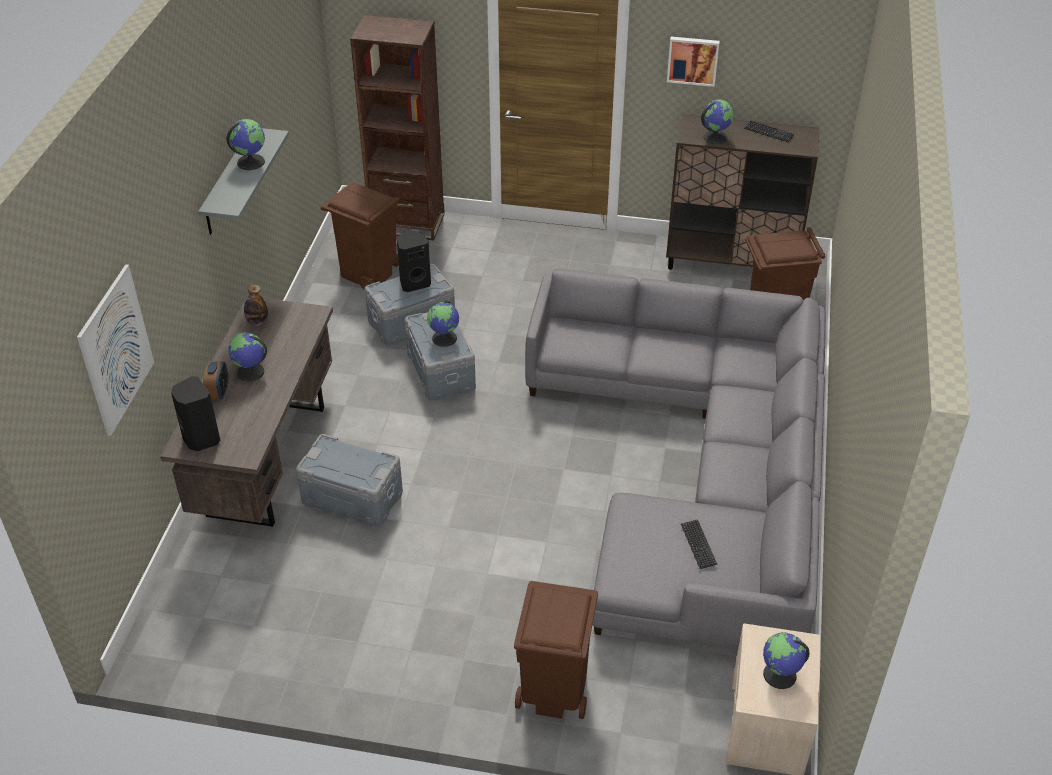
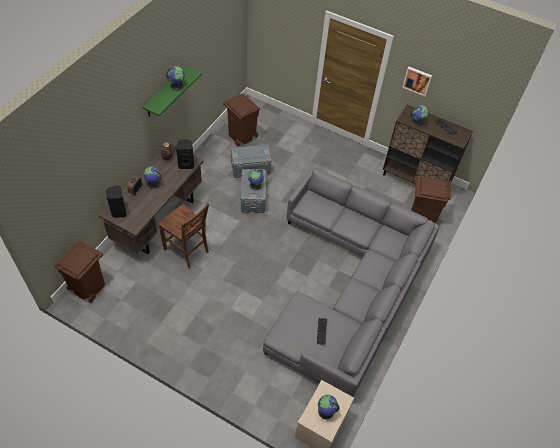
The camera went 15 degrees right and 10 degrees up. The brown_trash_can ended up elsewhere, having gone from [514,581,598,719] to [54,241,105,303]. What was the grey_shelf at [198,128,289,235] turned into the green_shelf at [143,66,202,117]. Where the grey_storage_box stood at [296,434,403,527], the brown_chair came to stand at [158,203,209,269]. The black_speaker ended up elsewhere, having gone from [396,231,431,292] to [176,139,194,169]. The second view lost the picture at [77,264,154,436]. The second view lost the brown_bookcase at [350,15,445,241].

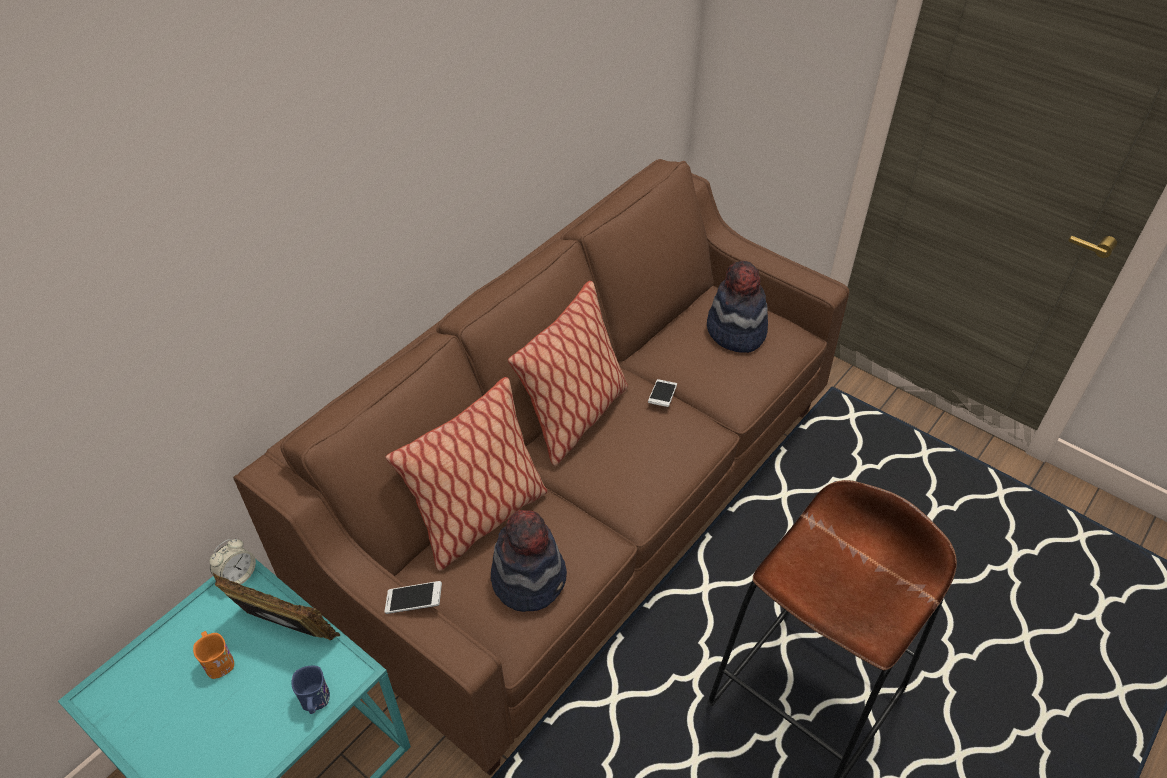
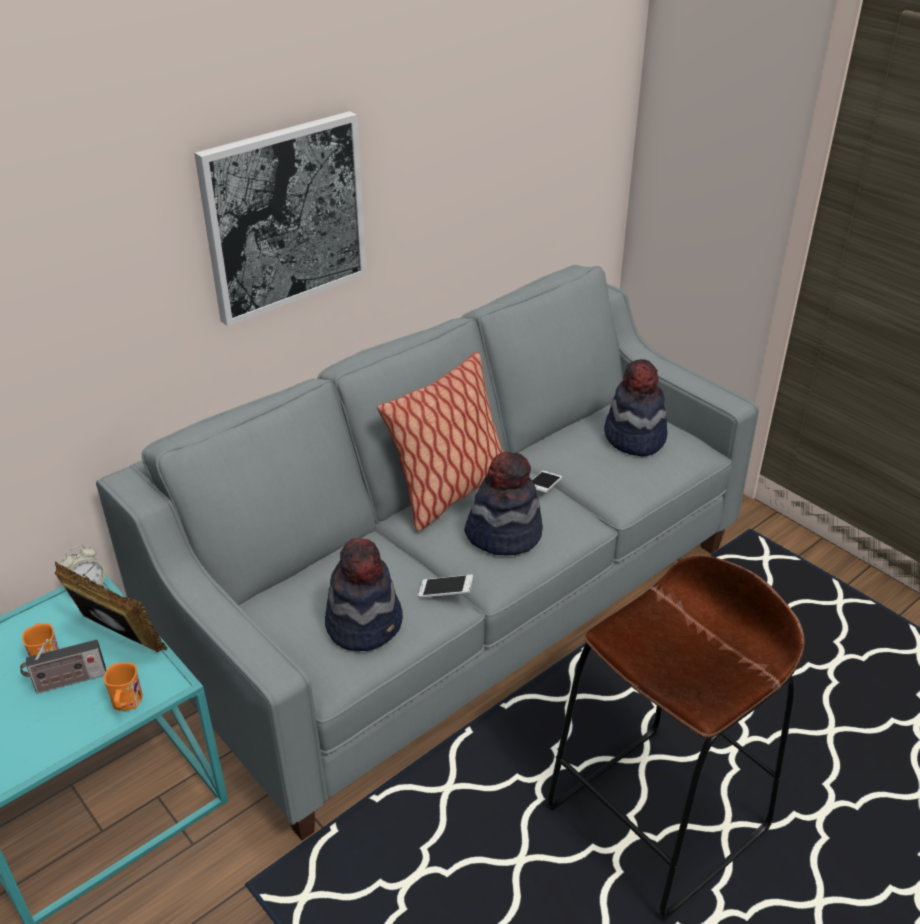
The camera went 10 degrees right and 10 degrees down. The second view gained the radio at [20,639,106,694]. What was the brown_sofa at [233,159,850,775] turned into the grey_sofa at [96,265,759,840]. What was the blue_mug at [291,666,330,714] turned into the orange_mug at [104,662,143,711]. The second view gained the picture at [194,111,367,326]. The phone ended up elsewhere, having gone from [384,581,442,614] to [418,575,473,598]. The second view gained the hat at [464,452,543,555]. The second view lost the pillow at [386,377,548,571].

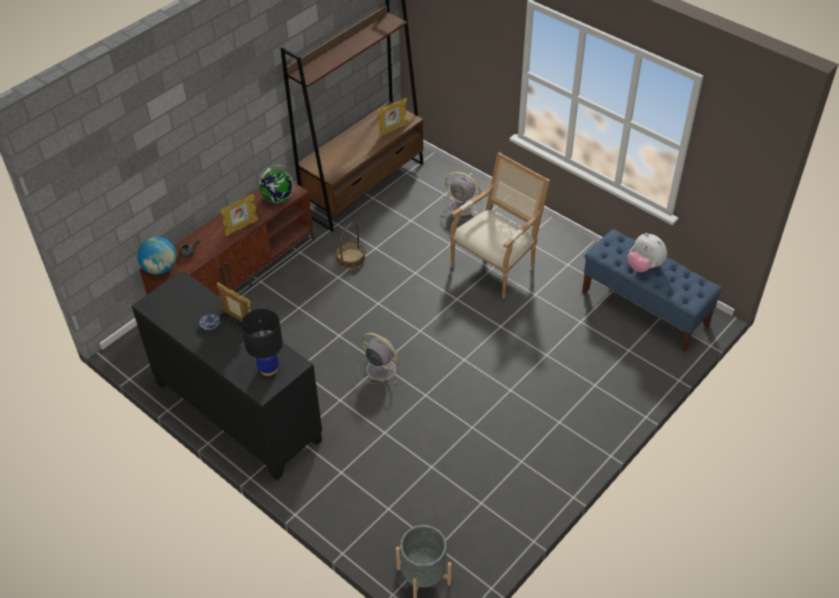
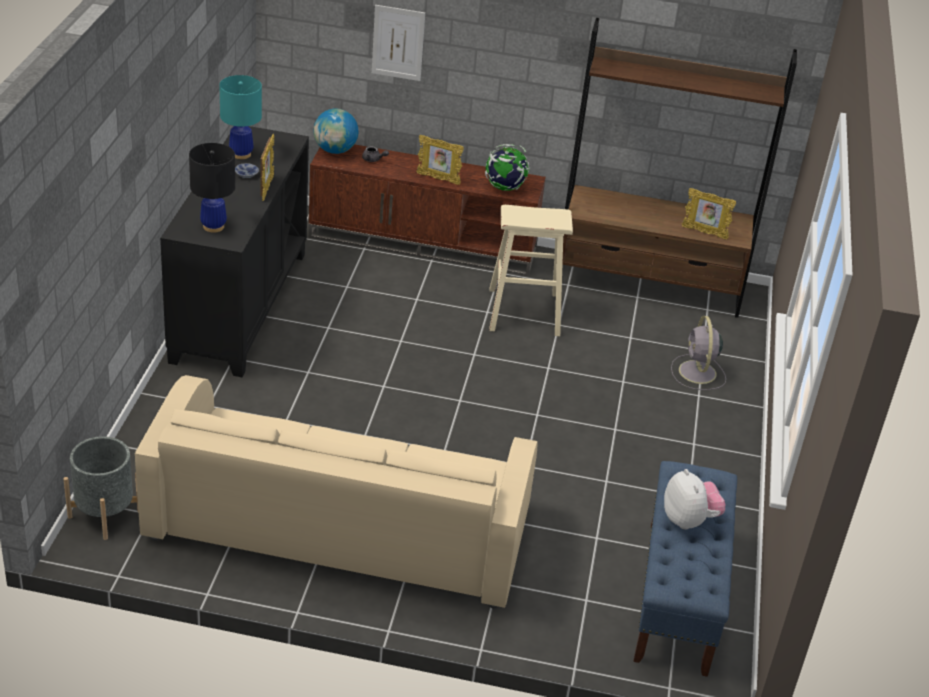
The camera went 55 degrees right and 10 degrees down. The second view gained the beige_sofa at [135,375,538,609]. The second view gained the turquoise_table_lamp at [220,75,262,159]. The second view gained the picture at [372,5,425,81]. Where the basket stood at [336,222,365,269], the beige_stool came to stand at [489,205,573,336]. The plush_toy at [628,233,667,272] ended up facing another way, 150 degrees clockwise from before. The second view lost the grey_fan at [358,333,403,385]. The second view lost the armchair at [450,152,550,299].

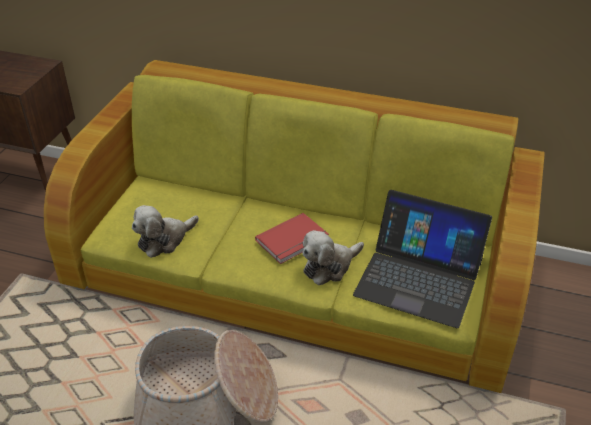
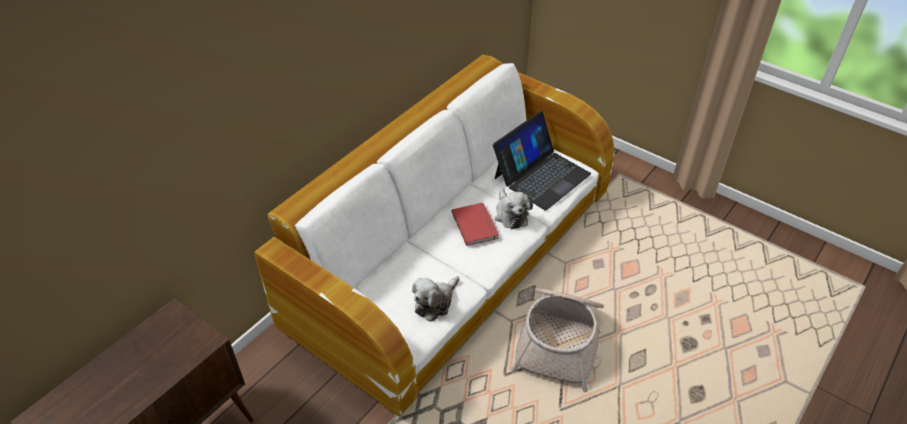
The camera went 70 degrees left and 5 degrees up. What was the green_sofa at [44,60,545,393] turned into the white_sofa at [254,55,615,417]. The plush_toy at [132,205,199,258] ended up facing another way, 60 degrees clockwise from before.

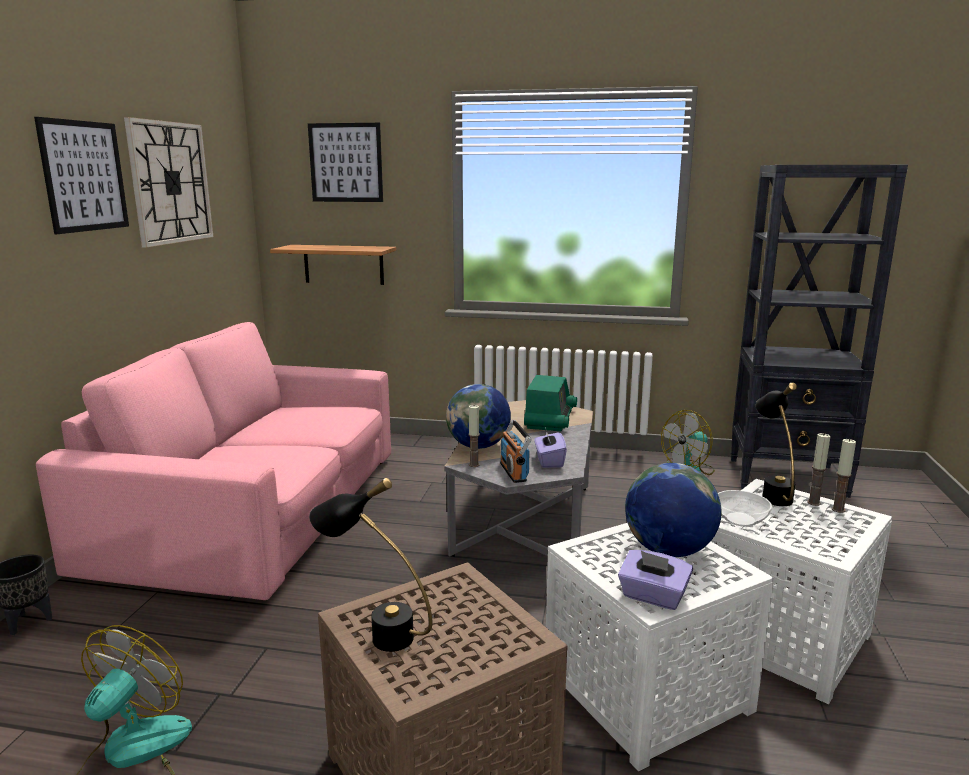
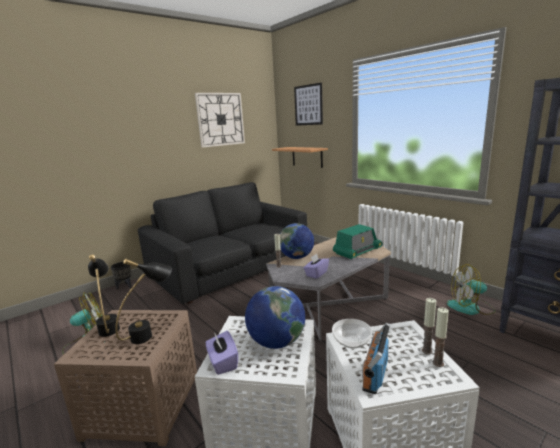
The camera went 40 degrees right and 0 degrees up. The black_table_lamp ended up elsewhere, having gone from [756,382,797,506] to [115,259,172,344]. What was the pink_sofa at [36,322,391,600] turned into the black_sofa at [138,182,307,304]. The radio ended up elsewhere, having gone from [500,420,532,483] to [362,322,390,394]. The second view lost the picture at [34,117,129,234].

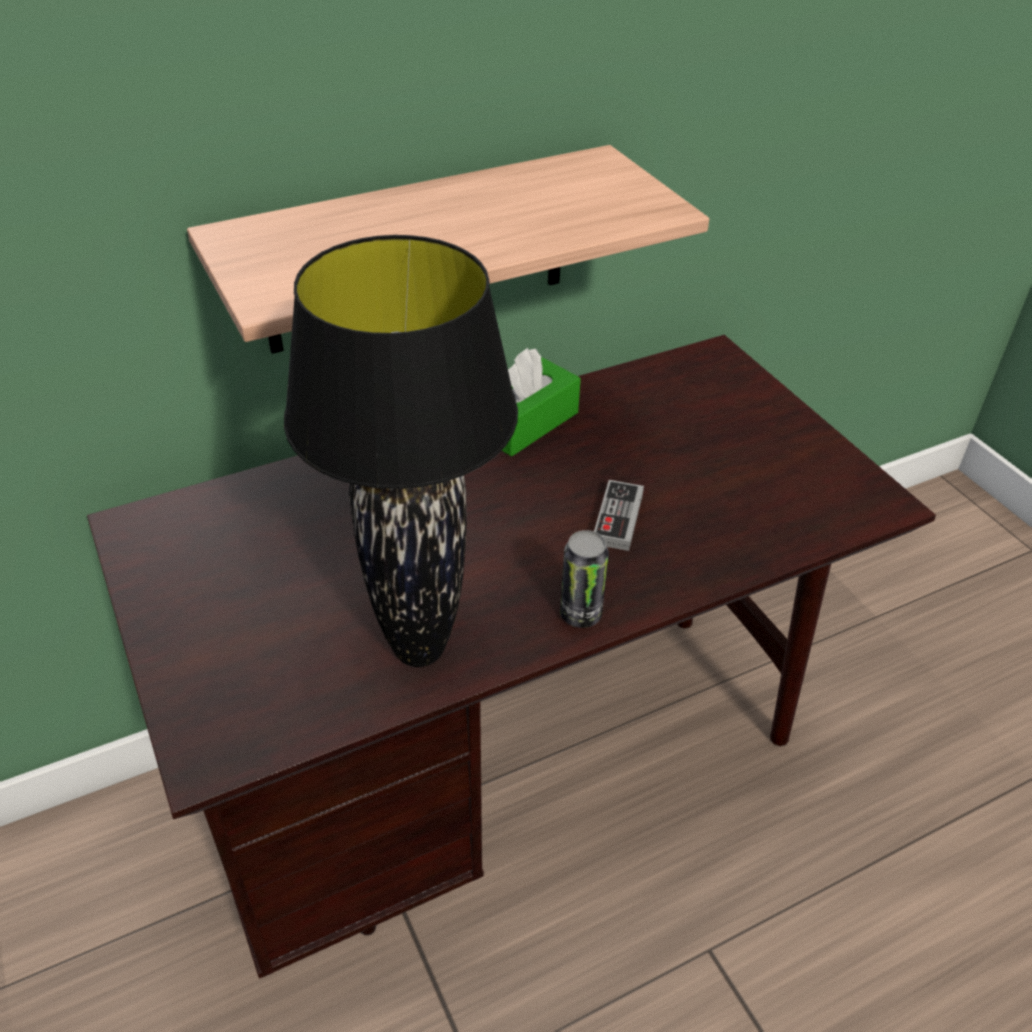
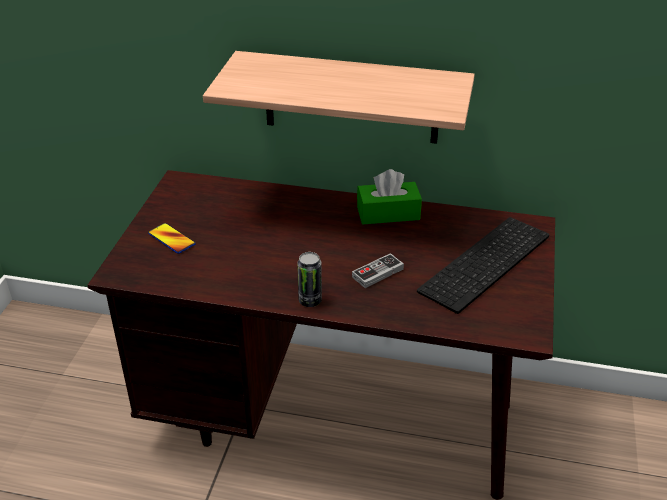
The camera went 40 degrees right and 5 degrees down. The second view gained the phone at [148,223,196,254]. The second view gained the keyboard at [417,217,549,314]. The second view lost the black_table_lamp at [284,235,518,667].

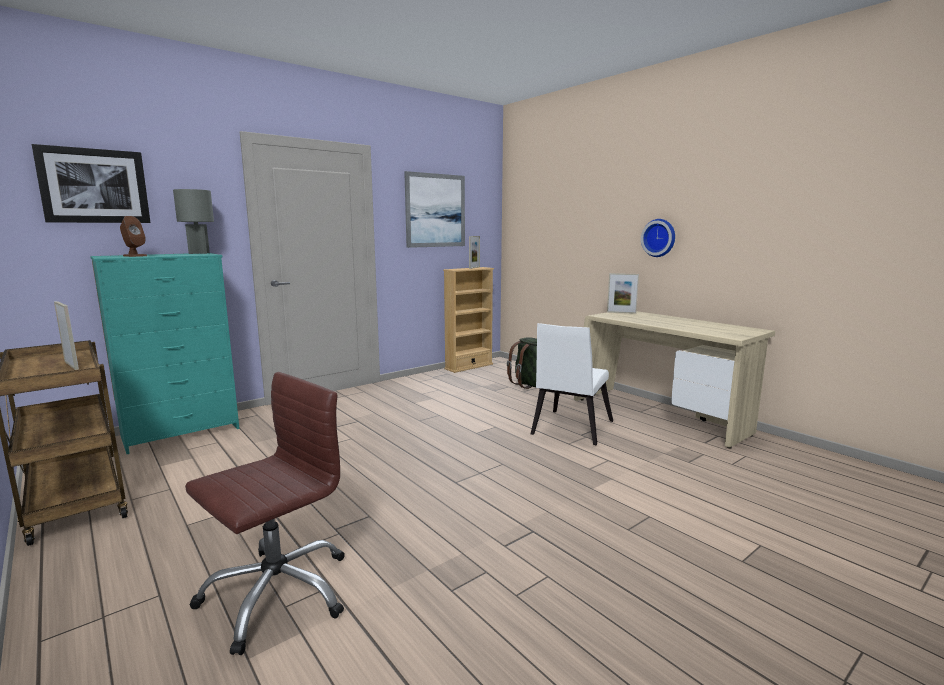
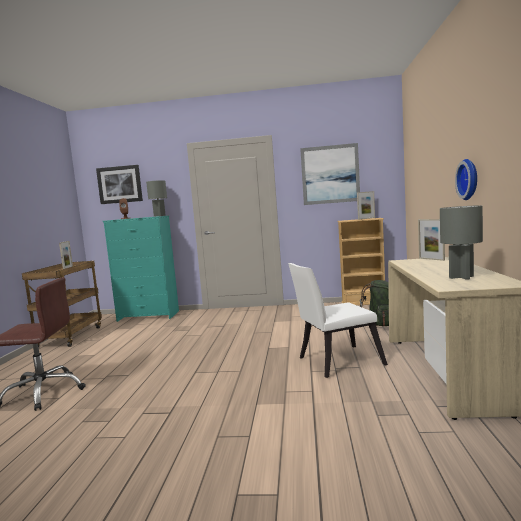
The camera went 45 degrees right and 5 degrees down. The second view gained the grey_table_lamp at [440,205,483,280].

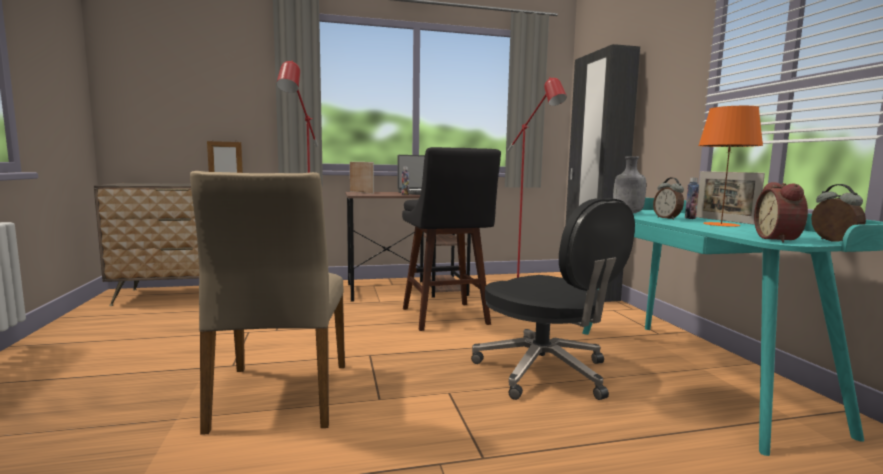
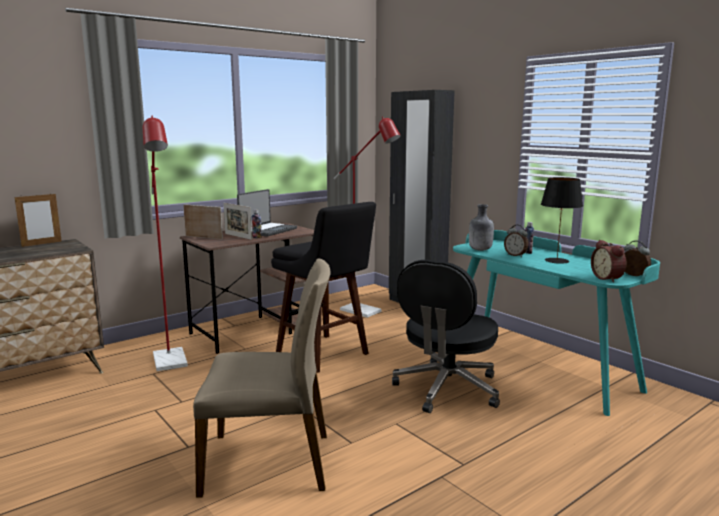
The camera went 25 degrees left and 5 degrees up. The beige_chair at [190,171,345,435] ended up facing another way, 60 degrees counterclockwise from before. The picture_frame ended up elsewhere, having gone from [696,171,765,225] to [223,203,252,240]. The black_office_chair at [471,198,635,400] ended up facing another way, 90 degrees clockwise from before. What was the orange_table_lamp at [698,106,763,227] turned into the black_table_lamp at [541,177,583,264].

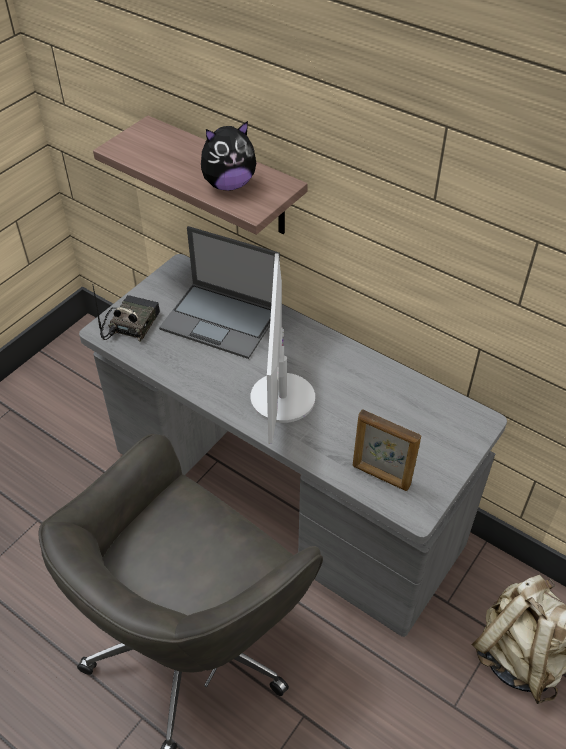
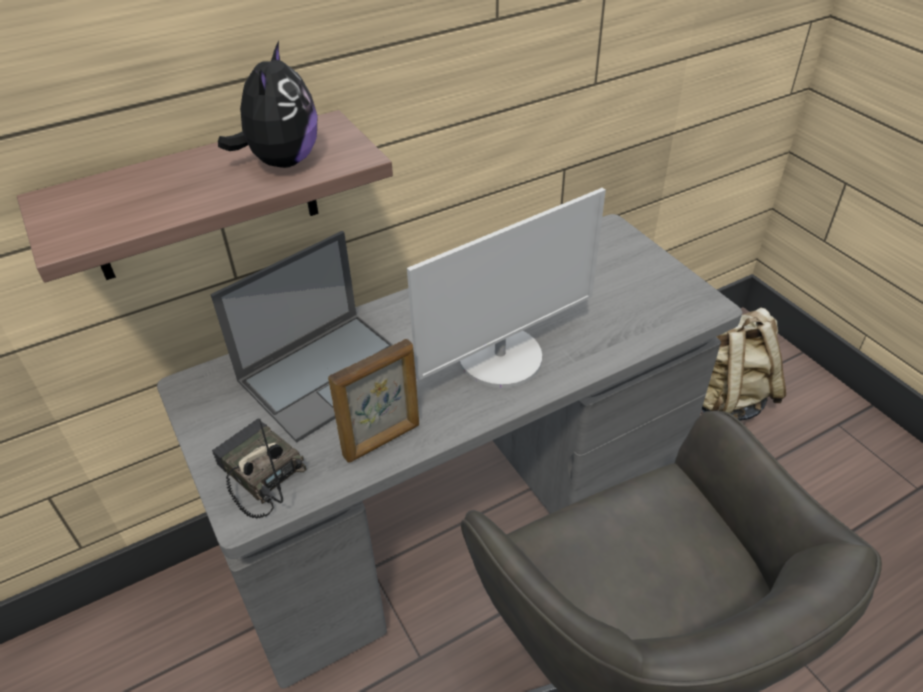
The camera went 65 degrees left and 5 degrees down. The picture_frame ended up elsewhere, having gone from [353,409,421,491] to [328,339,419,463]. The monitor at [250,254,315,444] ended up facing another way, 60 degrees counterclockwise from before.

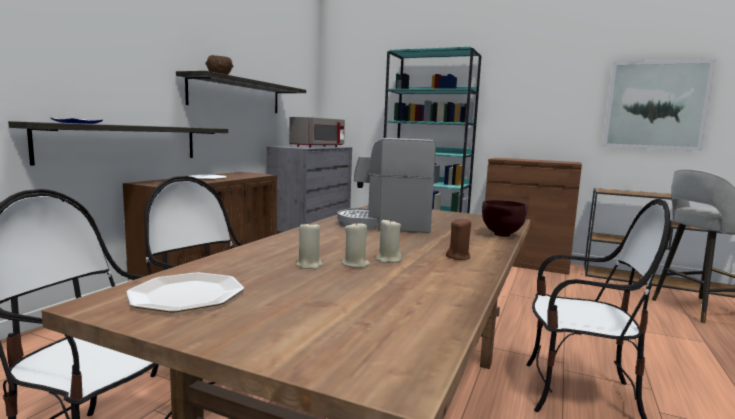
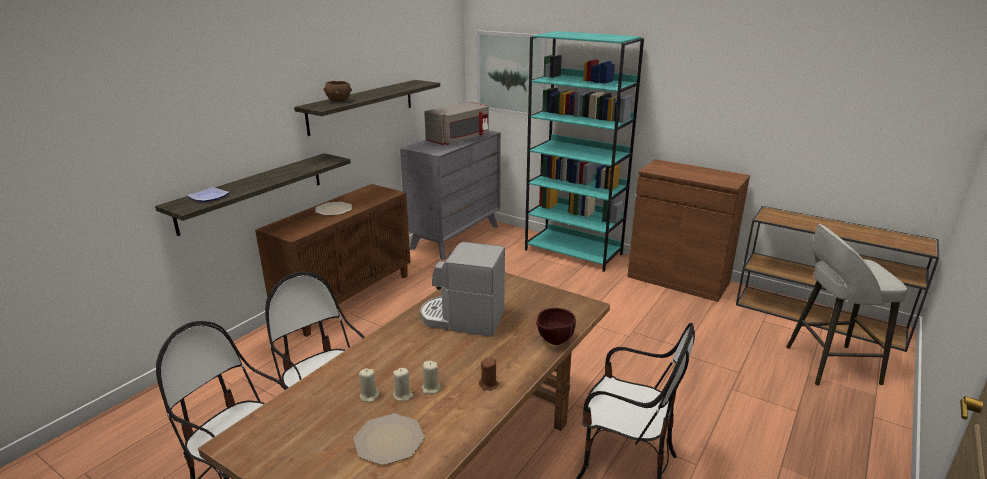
The camera went 10 degrees right and 15 degrees up. The plate ended up elsewhere, having gone from [126,272,244,313] to [353,414,424,465]. The picture ended up elsewhere, having gone from [603,59,716,151] to [476,30,547,116].

